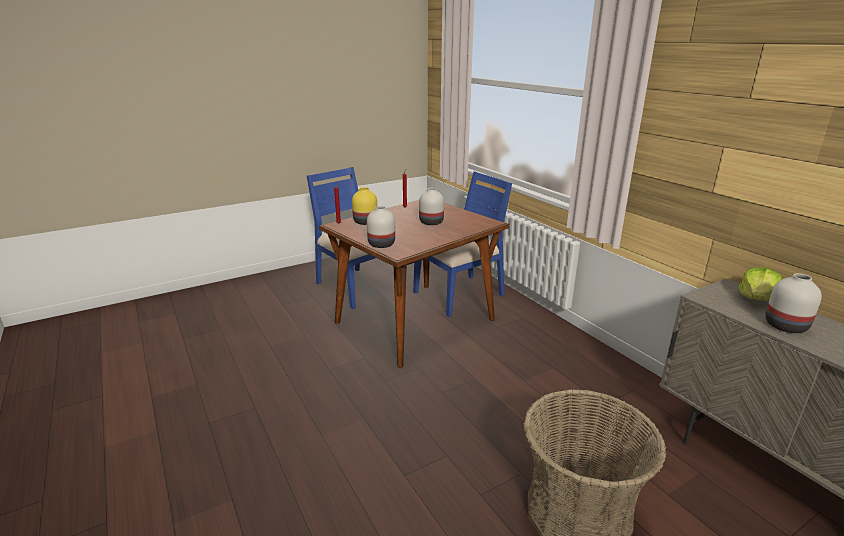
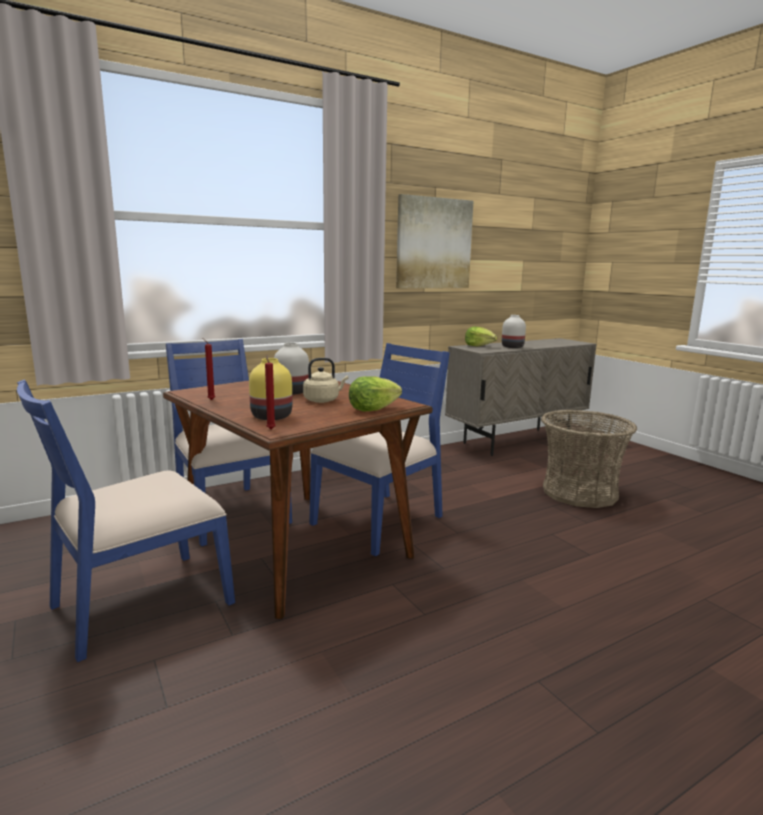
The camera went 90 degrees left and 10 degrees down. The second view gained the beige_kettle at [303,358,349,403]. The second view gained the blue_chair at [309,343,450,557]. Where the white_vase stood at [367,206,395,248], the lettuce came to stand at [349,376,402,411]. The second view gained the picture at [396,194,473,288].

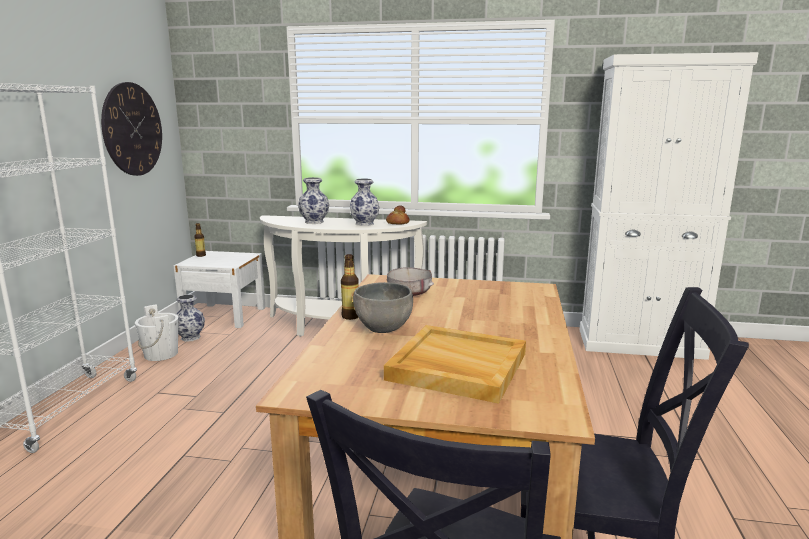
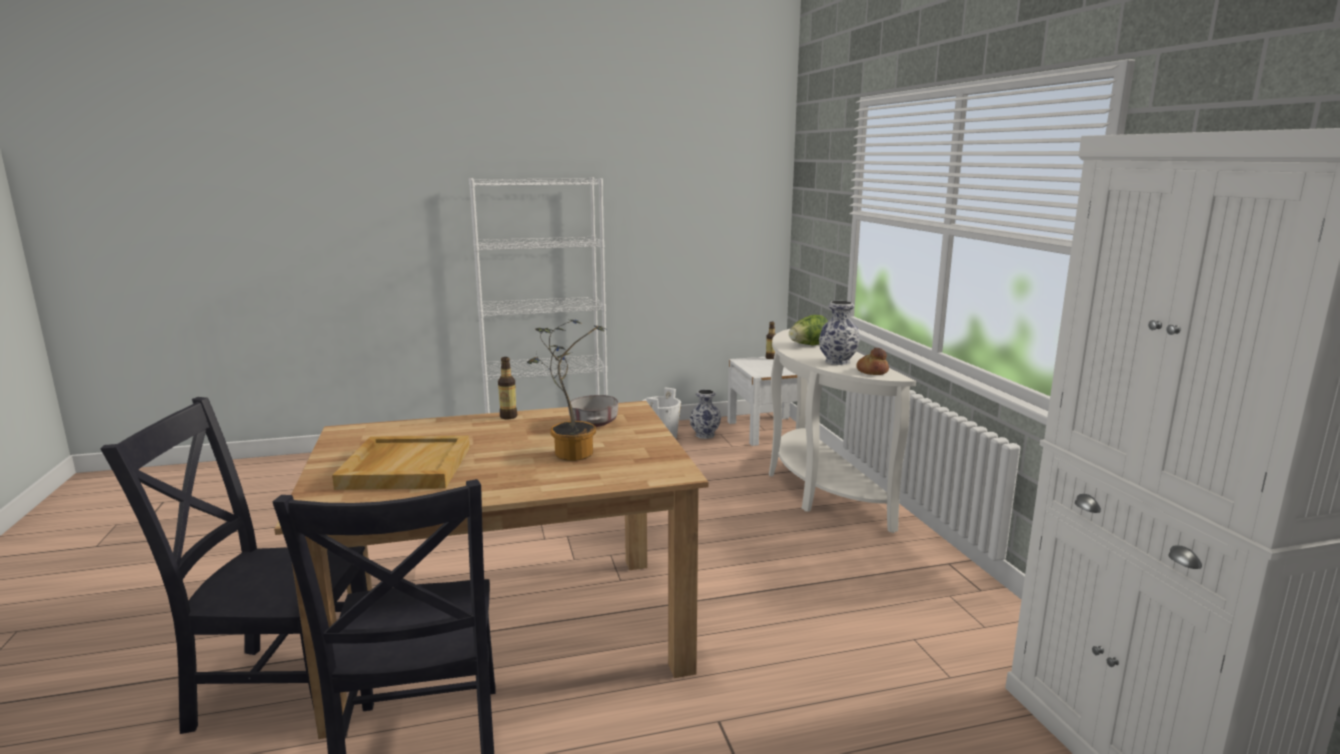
The camera went 65 degrees right and 0 degrees up. The second view gained the potted_plant at [527,319,605,461]. Where the vase stood at [298,177,329,224], the lettuce came to stand at [789,315,828,345]. The second view lost the wall_clock at [101,82,162,176]. The second view lost the grey_bowl at [353,282,413,333].

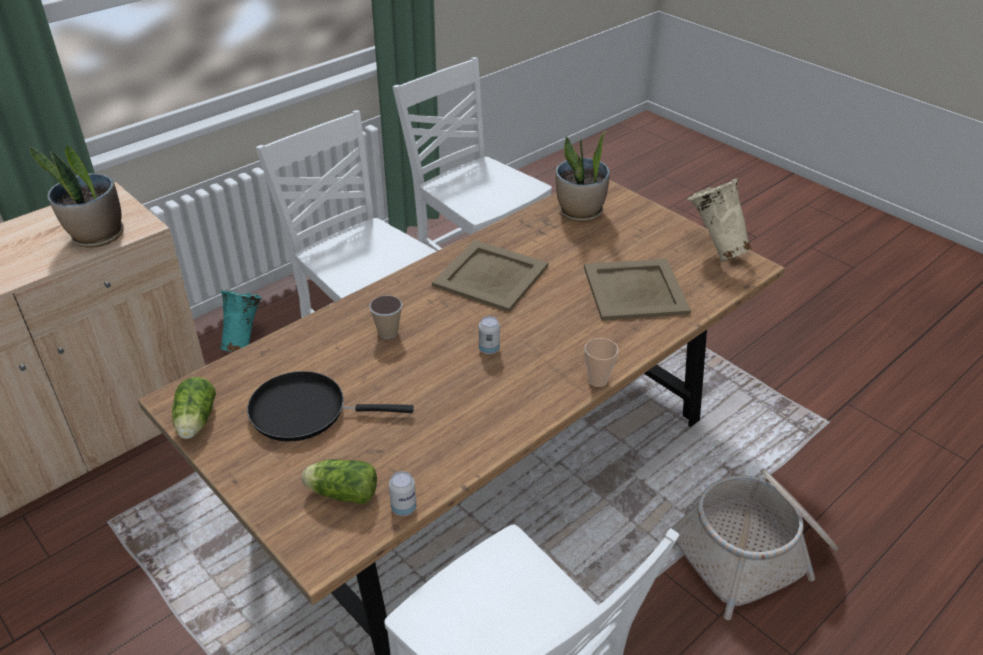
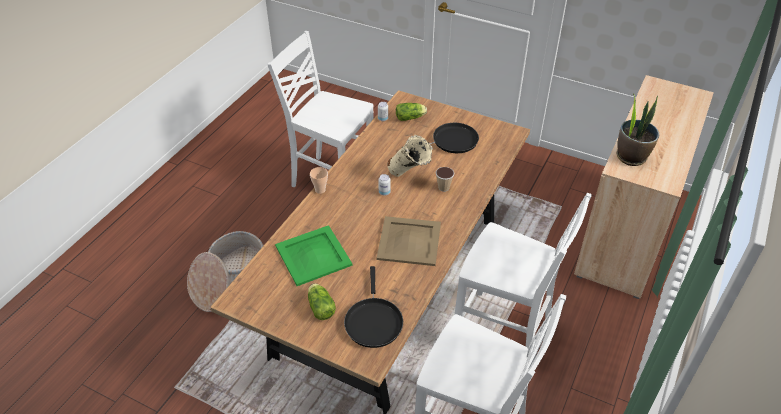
The camera went 160 degrees right and 5 degrees up. What was the beige_tray at [584,259,691,320] turned into the green_tray at [275,225,353,286]. The lettuce ended up elsewhere, having gone from [172,377,216,439] to [308,283,336,320]. Where the potted_plant stood at [556,131,610,222], the black_frying_pan came to stand at [344,266,403,348]. The beige_vase ended up elsewhere, having gone from [687,179,751,261] to [387,135,433,177]. The second view lost the turquoise_vase at [220,290,262,352].

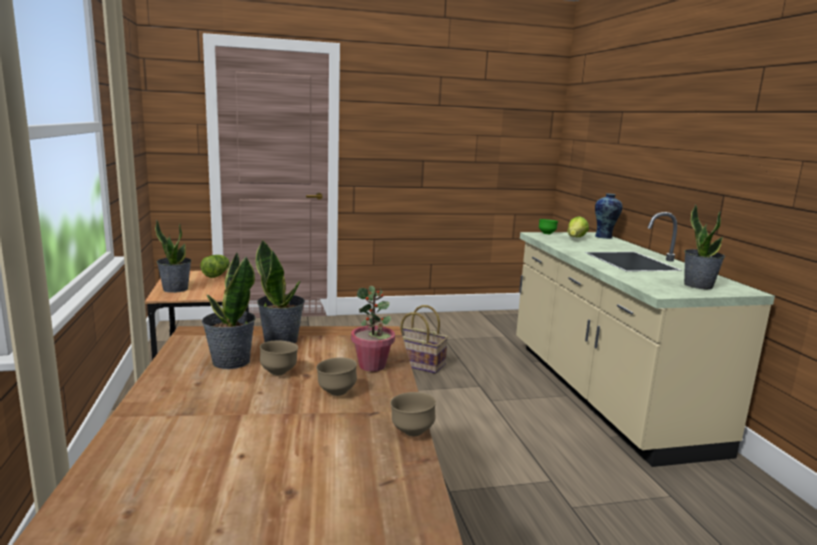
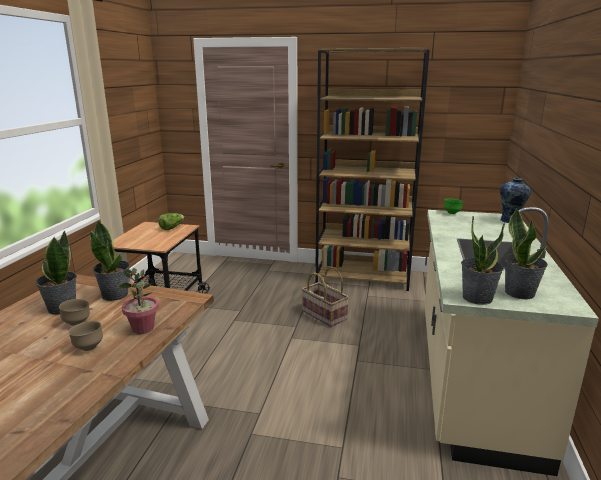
The camera went 25 degrees right and 5 degrees up. The second view gained the brown_bookcase at [315,48,430,291]. The potted_plant ended up elsewhere, having gone from [155,220,192,293] to [461,216,505,305]. The second view lost the brown_bowl at [390,392,436,436]. The second view lost the lettuce at [567,216,589,237].

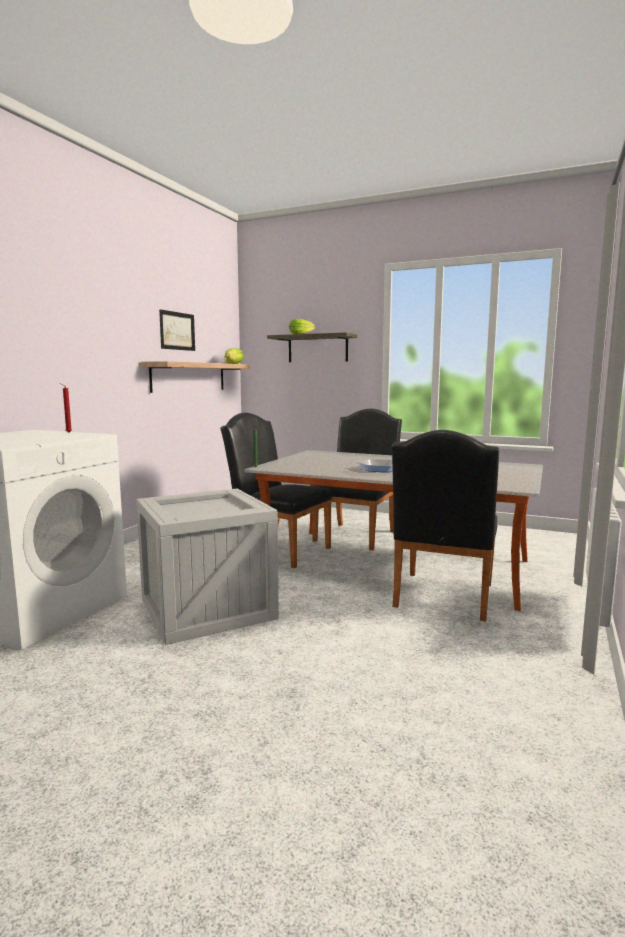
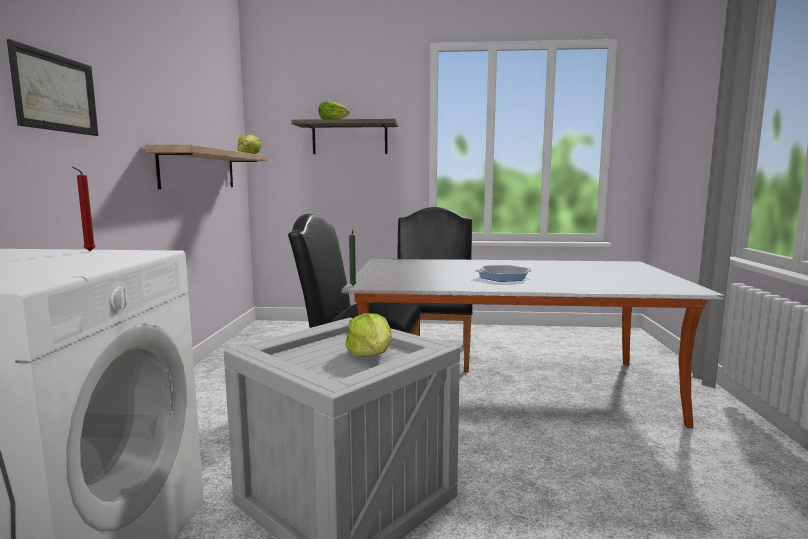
The camera went 20 degrees left and 0 degrees up. The picture ended up elsewhere, having gone from [159,309,195,351] to [7,39,98,136]. The second view gained the lettuce at [345,313,392,357]. The second view lost the black_chair at [392,430,499,621].

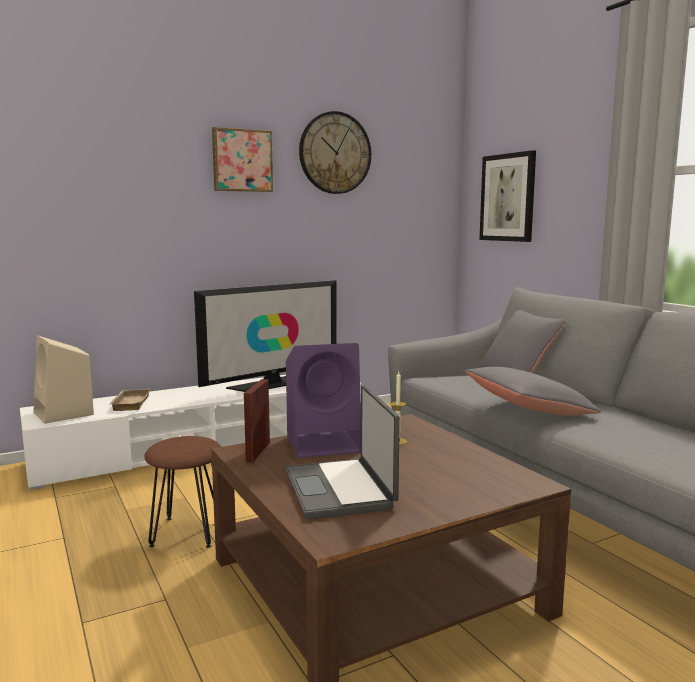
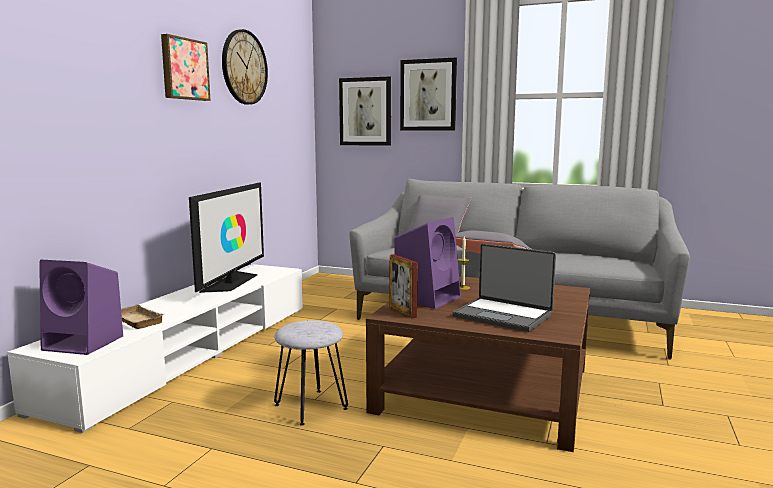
The camera went 40 degrees left and 0 degrees up. What was the beige_speaker at [34,335,94,424] turned into the purple_speaker at [39,260,123,355]. What was the brown_stool at [144,436,221,548] turned into the grey_stool at [274,320,348,426]. The second view gained the picture at [400,58,457,131].

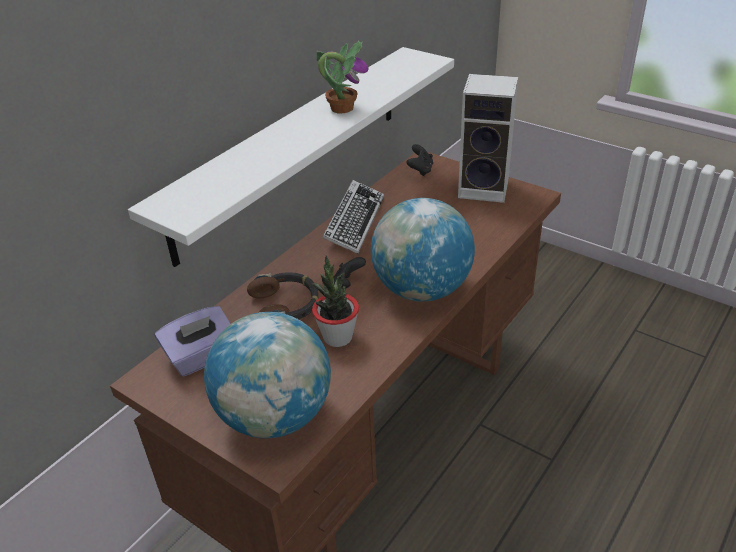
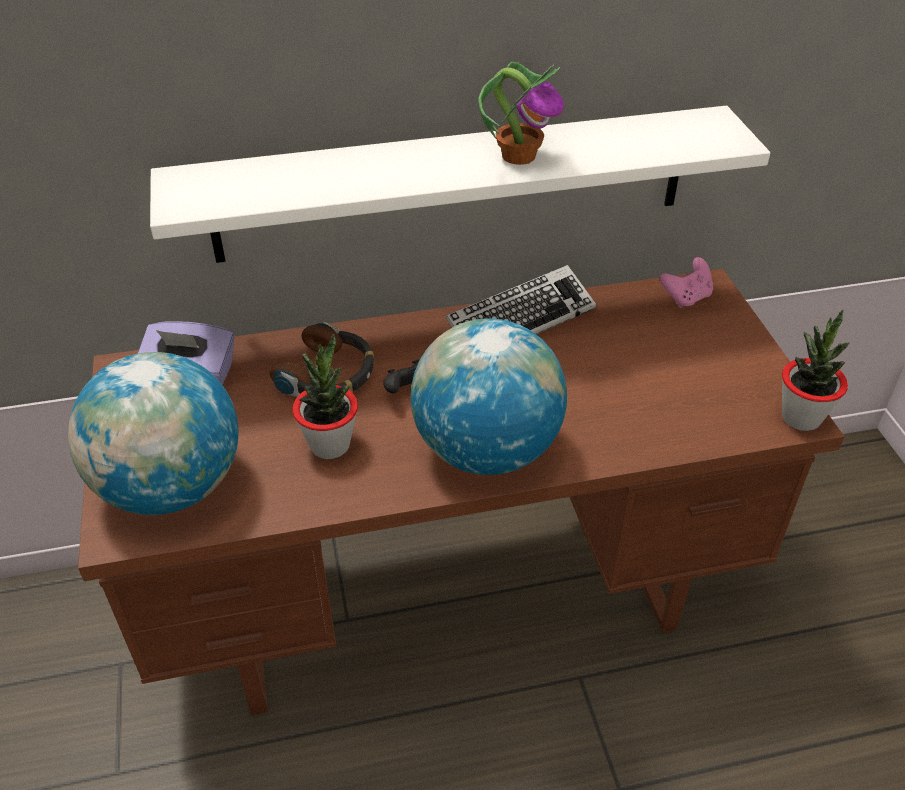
The camera went 40 degrees right and 5 degrees up. What was the black_game_controller at [407,144,433,176] turned into the pink_game_controller at [659,257,713,308]. The second view gained the potted_plant at [782,309,850,431]. The second view lost the speaker at [458,74,518,203].

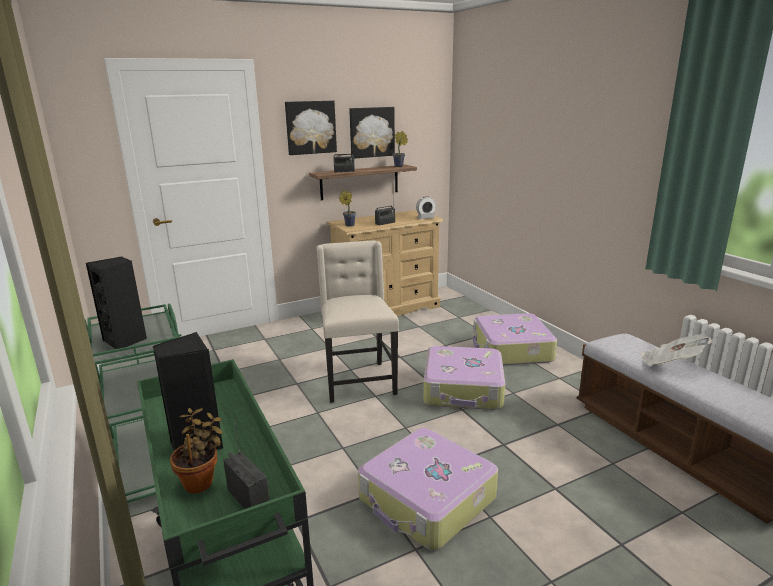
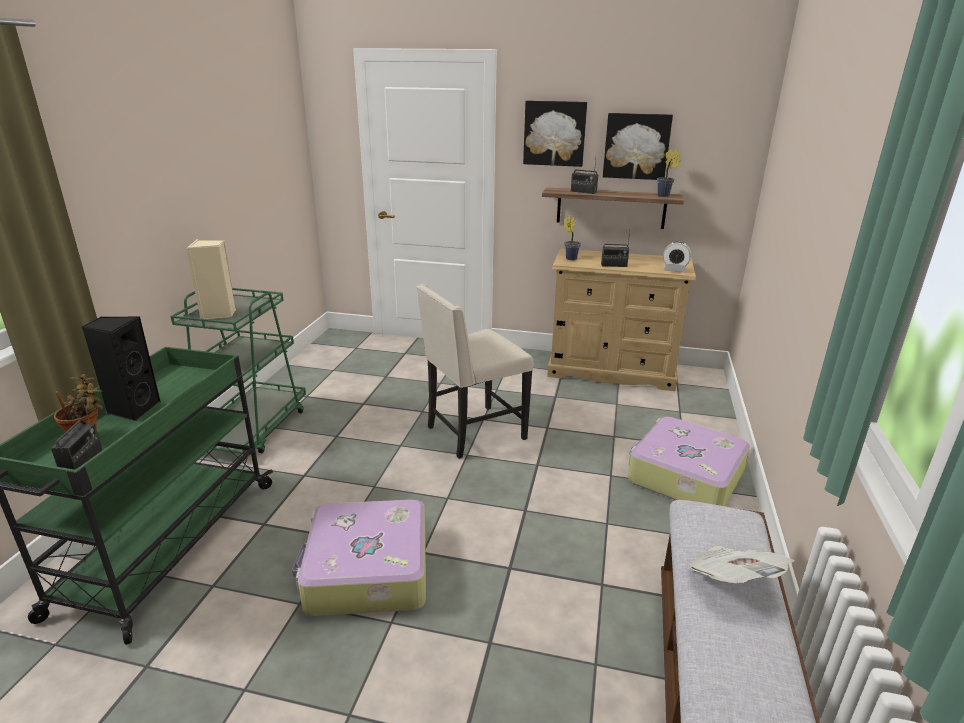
The camera went 40 degrees right and 5 degrees up. What was the black_speaker at [86,257,147,349] turned into the beige_speaker at [186,239,236,319]. The beige_chair at [317,241,399,403] ended up facing another way, 150 degrees counterclockwise from before. The second view lost the suitcase at [423,346,505,410].

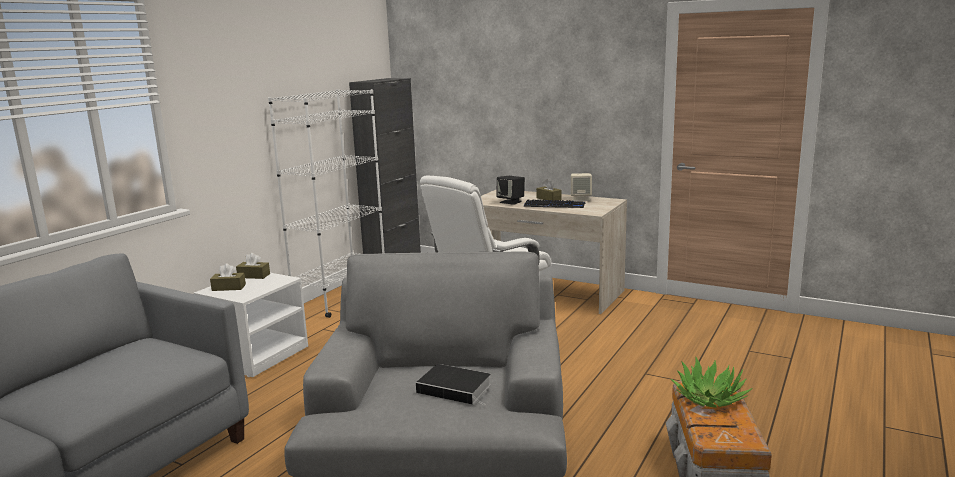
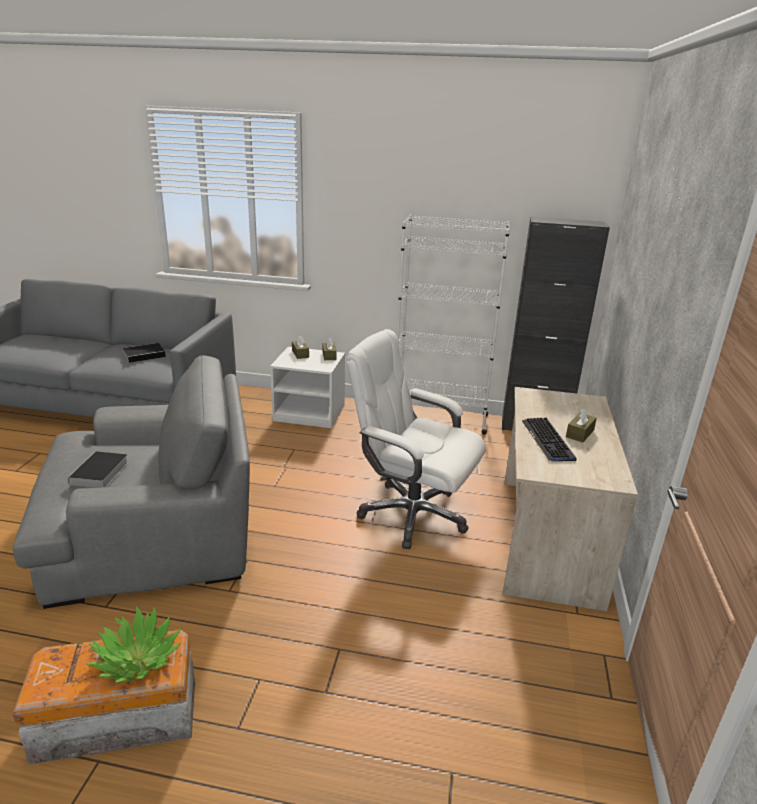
The camera went 70 degrees right and 10 degrees up. The second view gained the book at [123,343,170,363]. The second view lost the black_speaker at [496,176,525,205]. The second view lost the beige_speaker at [571,173,592,201].

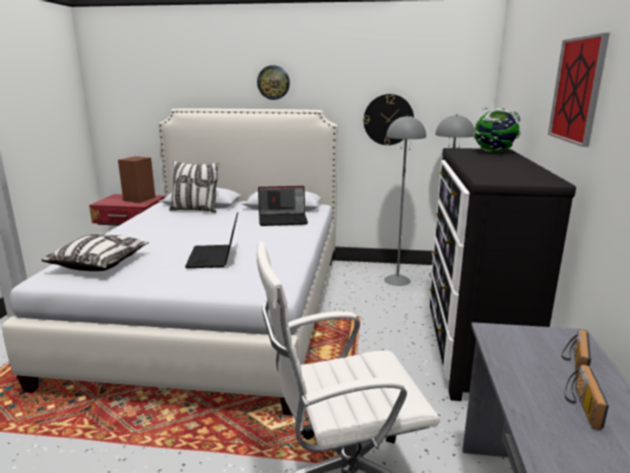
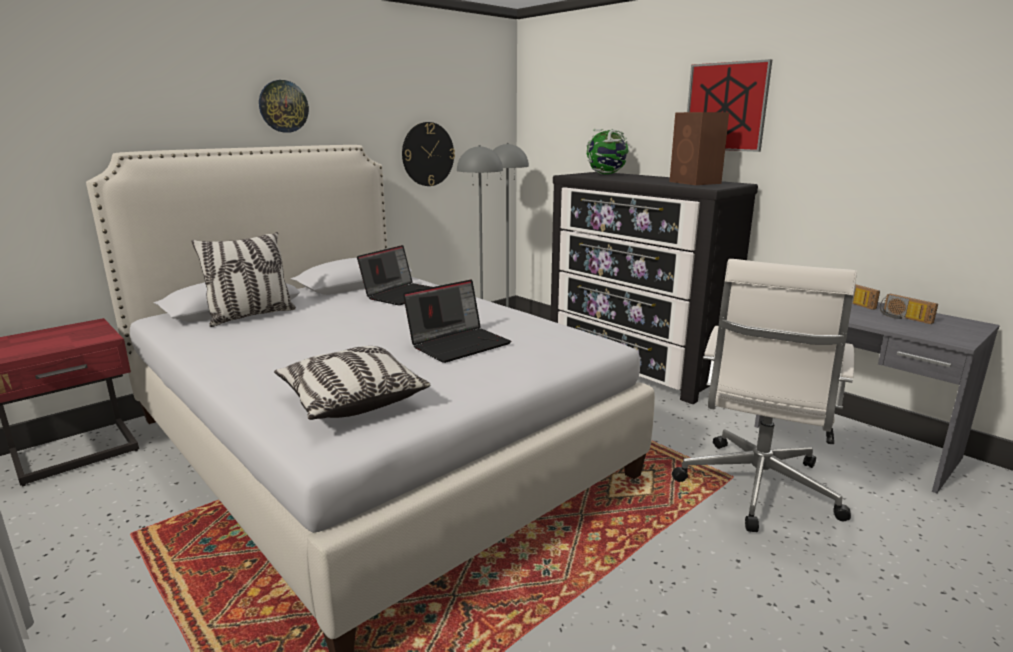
The camera went 50 degrees left and 0 degrees up. The laptop at [185,212,238,268] ended up facing another way, 75 degrees counterclockwise from before. The brown_speaker ended up elsewhere, having gone from [118,156,155,203] to [670,112,729,185].

